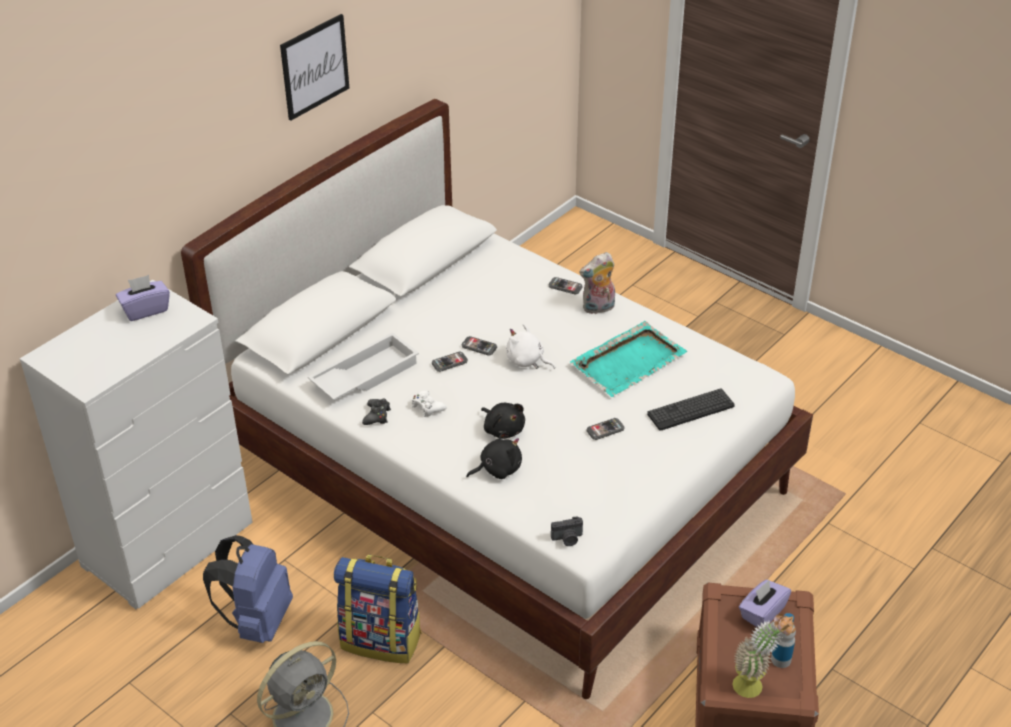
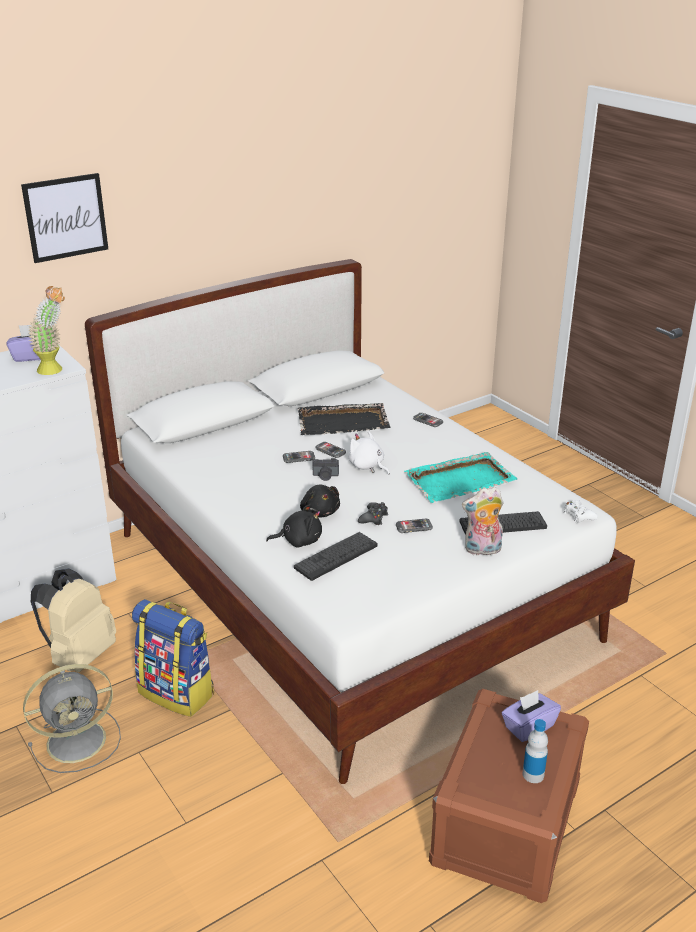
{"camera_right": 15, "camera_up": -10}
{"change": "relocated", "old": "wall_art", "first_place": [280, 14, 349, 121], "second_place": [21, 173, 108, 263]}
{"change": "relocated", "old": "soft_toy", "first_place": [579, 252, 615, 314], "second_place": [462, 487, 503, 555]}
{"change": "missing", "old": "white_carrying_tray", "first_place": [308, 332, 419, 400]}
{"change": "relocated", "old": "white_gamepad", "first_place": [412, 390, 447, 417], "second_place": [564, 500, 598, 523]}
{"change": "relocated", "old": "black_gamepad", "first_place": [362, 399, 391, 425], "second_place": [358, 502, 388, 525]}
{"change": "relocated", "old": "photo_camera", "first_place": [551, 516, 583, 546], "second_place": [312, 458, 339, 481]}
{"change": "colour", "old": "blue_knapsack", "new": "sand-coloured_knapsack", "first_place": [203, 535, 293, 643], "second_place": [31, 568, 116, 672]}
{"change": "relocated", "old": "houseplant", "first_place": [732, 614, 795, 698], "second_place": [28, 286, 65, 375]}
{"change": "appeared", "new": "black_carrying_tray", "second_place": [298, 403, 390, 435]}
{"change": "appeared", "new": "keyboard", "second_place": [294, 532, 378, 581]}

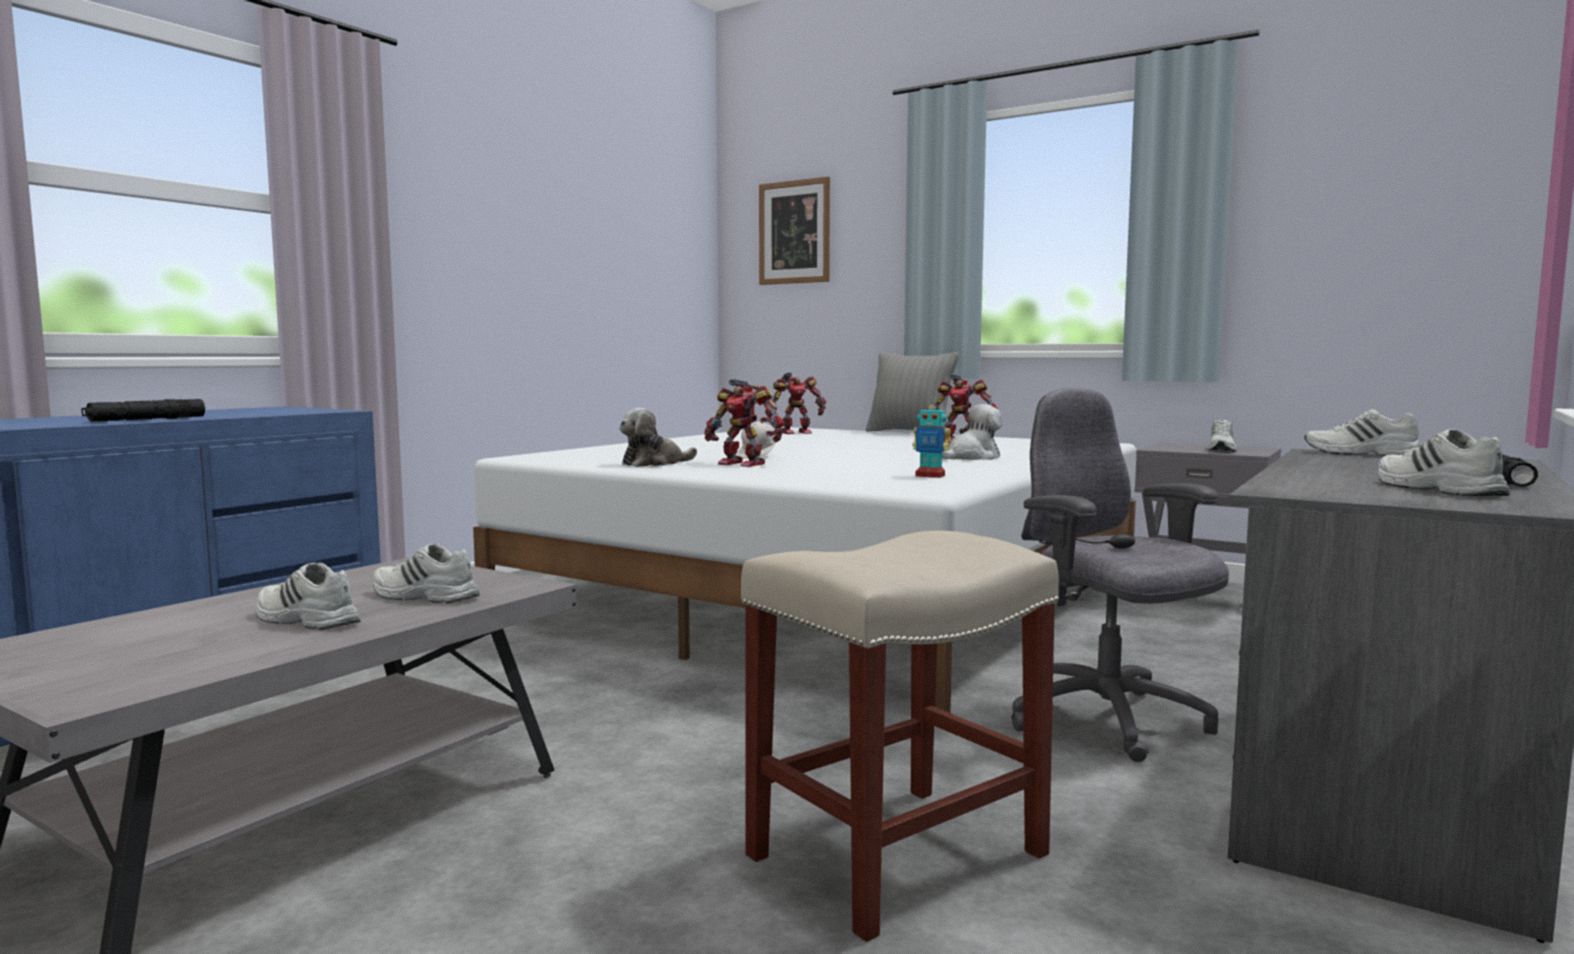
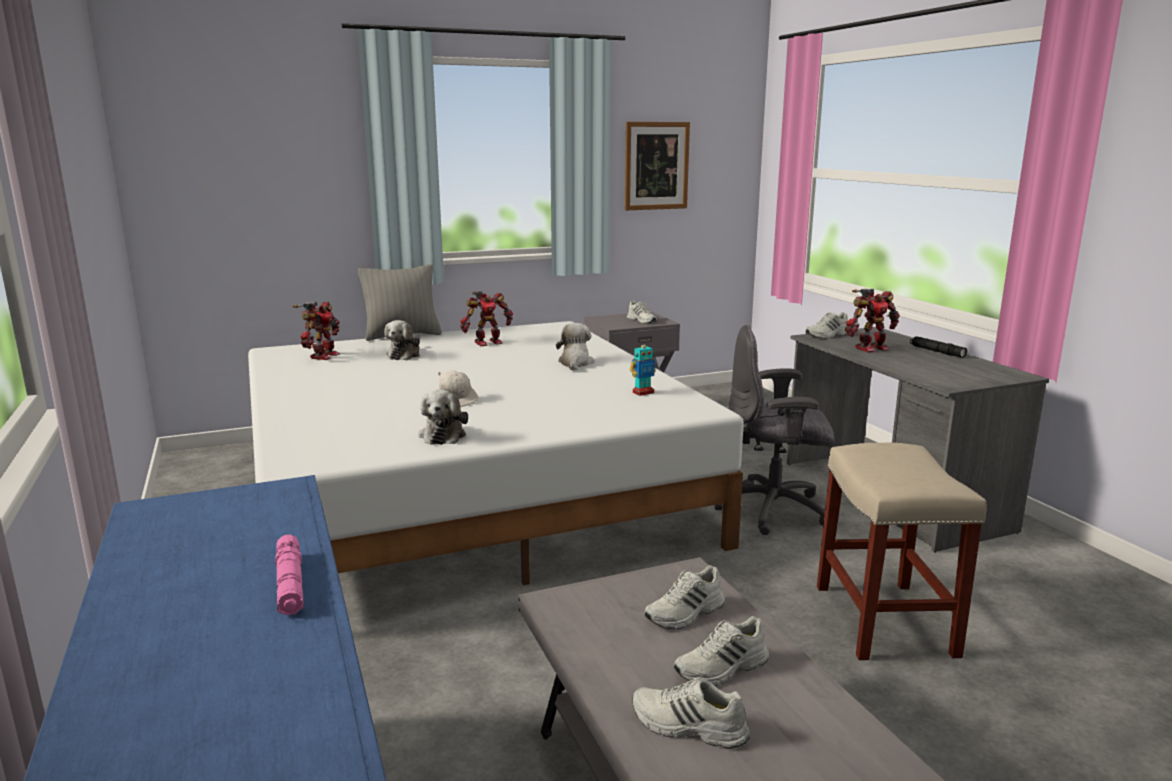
{"camera_right": -55, "camera_up": 10}
{"change": "relocated", "old": "wall_art", "first_place": [759, 177, 830, 285], "second_place": [625, 122, 690, 210]}
{"change": "relocated", "old": "model_robot", "first_place": [704, 379, 784, 467], "second_place": [845, 289, 900, 353]}
{"change": "colour", "old": "black_torch", "new": "pink-coloured_torch", "first_place": [81, 399, 205, 422], "second_place": [275, 535, 304, 615]}
{"change": "relocated", "old": "white_low_shoe", "first_place": [1378, 429, 1510, 496], "second_place": [632, 677, 750, 749]}
{"change": "appeared", "new": "soft_toy", "second_place": [384, 320, 420, 360]}

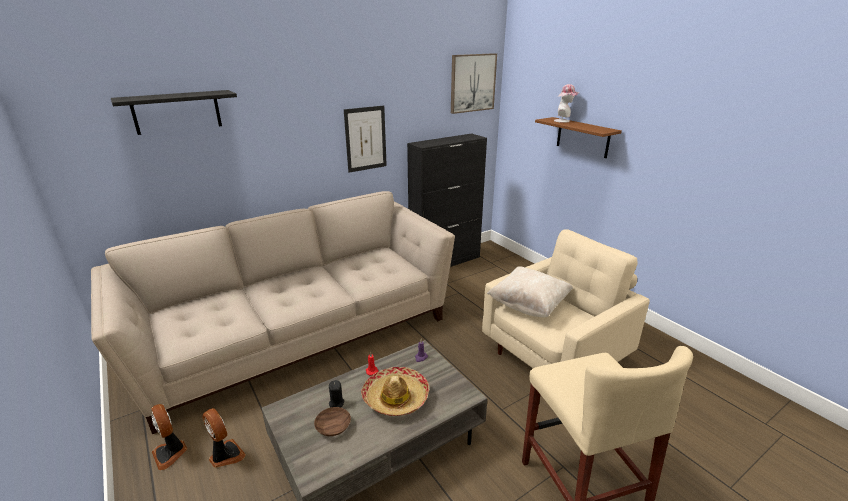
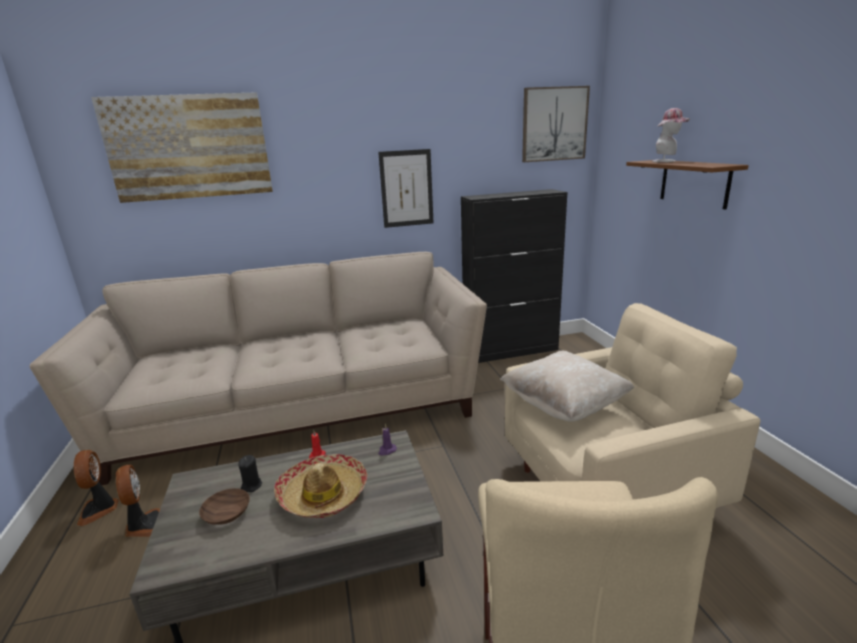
{"camera_right": 20, "camera_up": -5}
{"change": "exchanged", "old": "black_bracket_shelf", "new": "wall_art", "first_place": [111, 90, 237, 135], "second_place": [91, 92, 273, 203]}

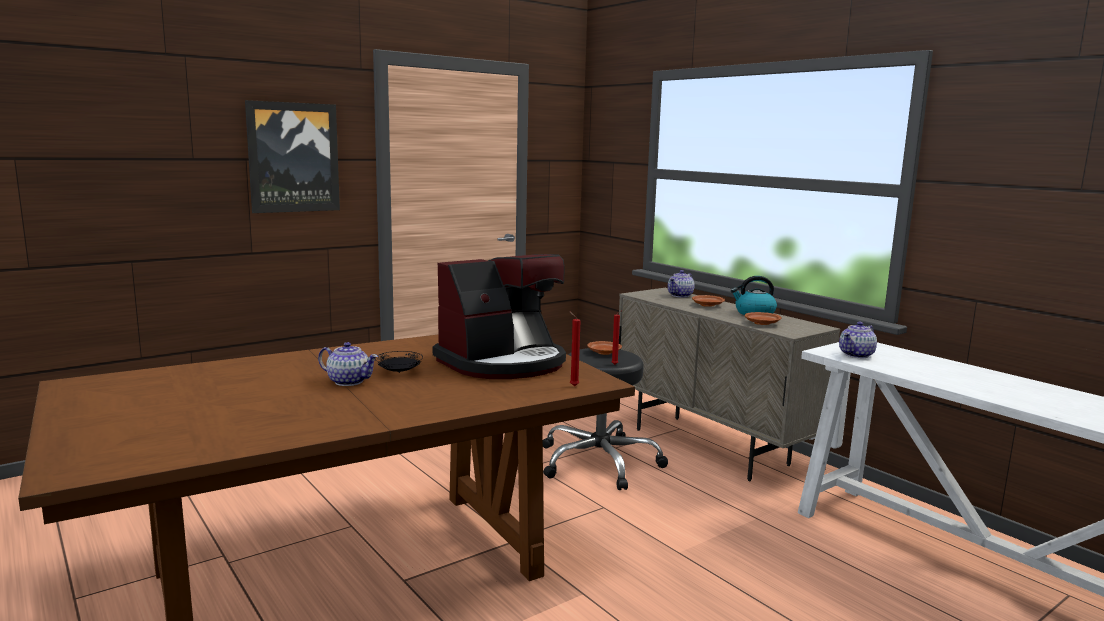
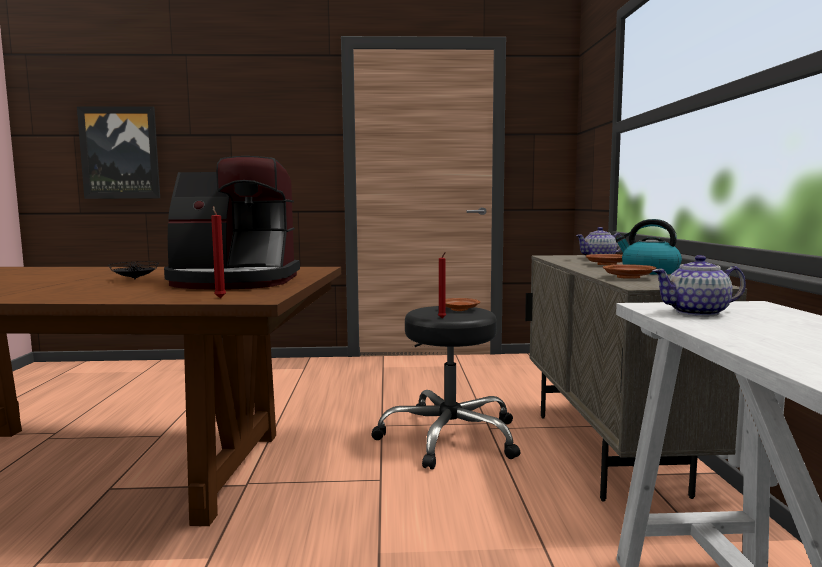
{"camera_right": 35, "camera_up": -5}
{"change": "relocated", "old": "wall_art", "first_place": [245, 100, 340, 213], "second_place": [77, 107, 160, 199]}
{"change": "missing", "old": "teapot", "first_place": [318, 342, 378, 386]}

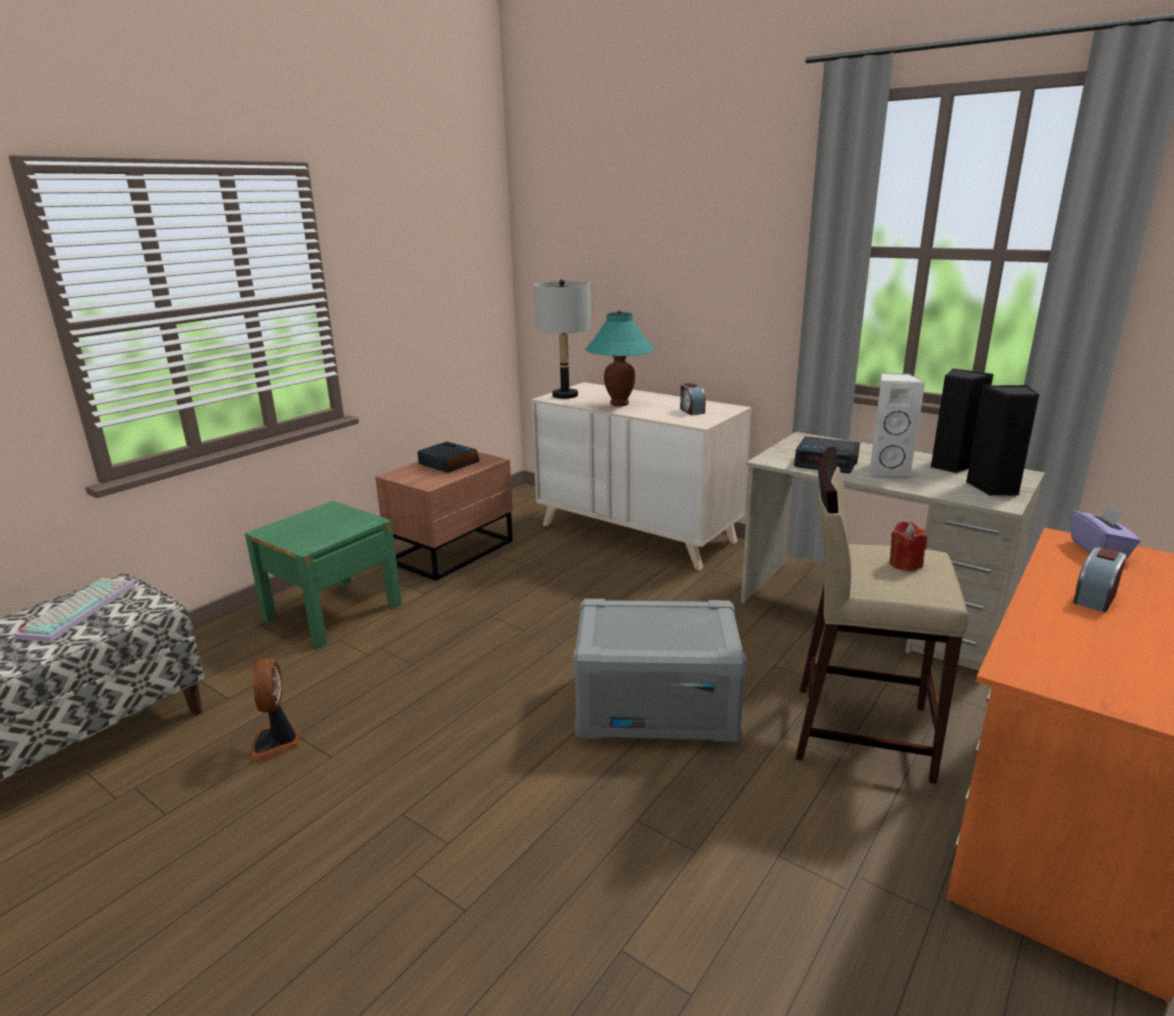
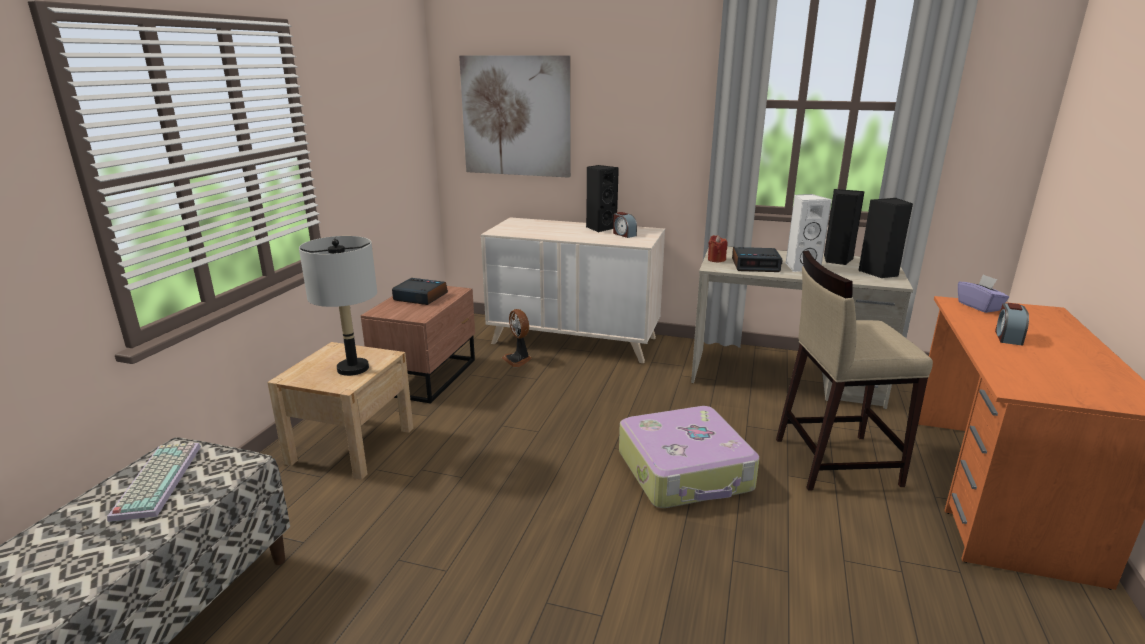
{"camera_right": -20, "camera_up": 0}
{"change": "relocated", "old": "greyish_lamp_for_a_table", "first_place": [534, 279, 591, 399], "second_place": [299, 236, 377, 376]}
{"change": "missing", "old": "turquoise_lamp_for_a_table", "first_place": [585, 310, 655, 406]}
{"change": "colour", "old": "green_bedside_table", "new": "sand-coloured_bedside_table", "first_place": [245, 501, 402, 648], "second_place": [267, 342, 413, 480]}
{"change": "relocated", "old": "red_candle", "first_place": [889, 521, 927, 571], "second_place": [708, 235, 727, 262]}
{"change": "exchanged", "old": "greyish_storage_container", "new": "piece_of_luggage", "first_place": [573, 599, 747, 742], "second_place": [619, 406, 760, 508]}
{"change": "relocated", "old": "electric_fan", "first_place": [248, 658, 301, 763], "second_place": [502, 309, 532, 367]}
{"change": "appeared", "new": "wall_art", "second_place": [459, 55, 571, 178]}
{"change": "appeared", "new": "black_loudspeaker", "second_place": [586, 165, 619, 232]}

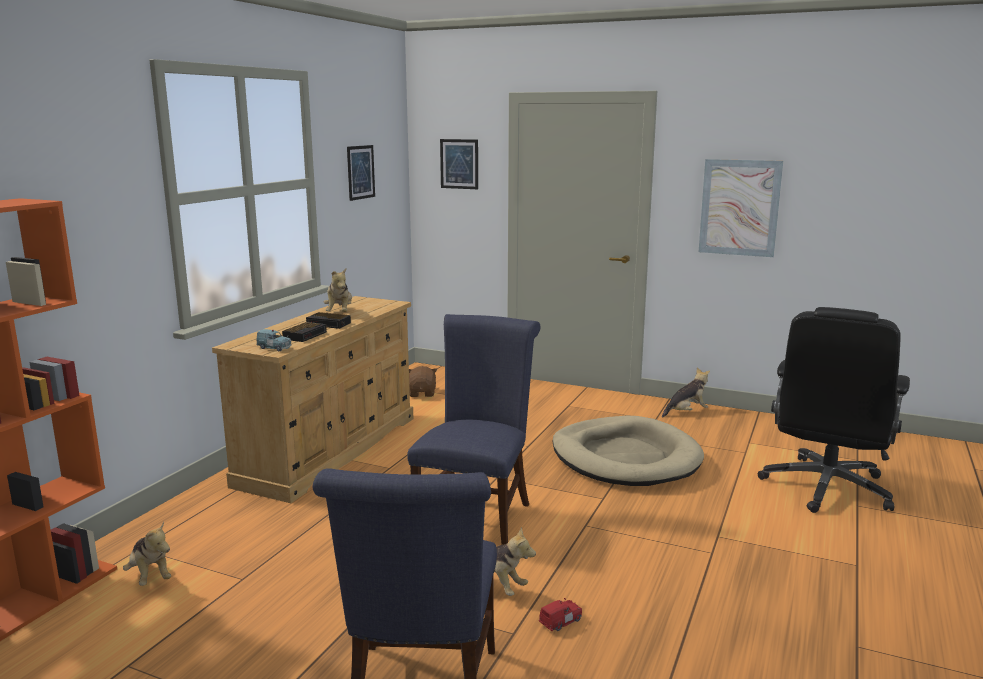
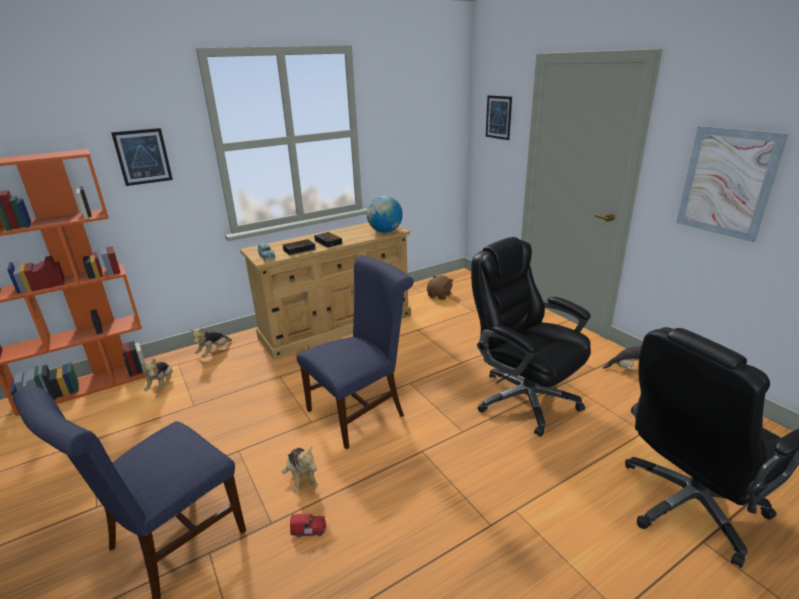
{"camera_right": 35, "camera_up": 10}
{"change": "relocated", "old": "wall_art", "first_place": [347, 145, 375, 201], "second_place": [111, 128, 173, 186]}
{"change": "relocated", "old": "soft_toy", "first_place": [324, 268, 352, 312], "second_place": [190, 328, 231, 358]}
{"change": "exchanged", "old": "sand-coloured_dog_cushion", "new": "black_computer_chair", "first_place": [552, 416, 704, 486], "second_place": [471, 237, 591, 437]}
{"change": "appeared", "new": "world_globe", "second_place": [367, 196, 403, 233]}

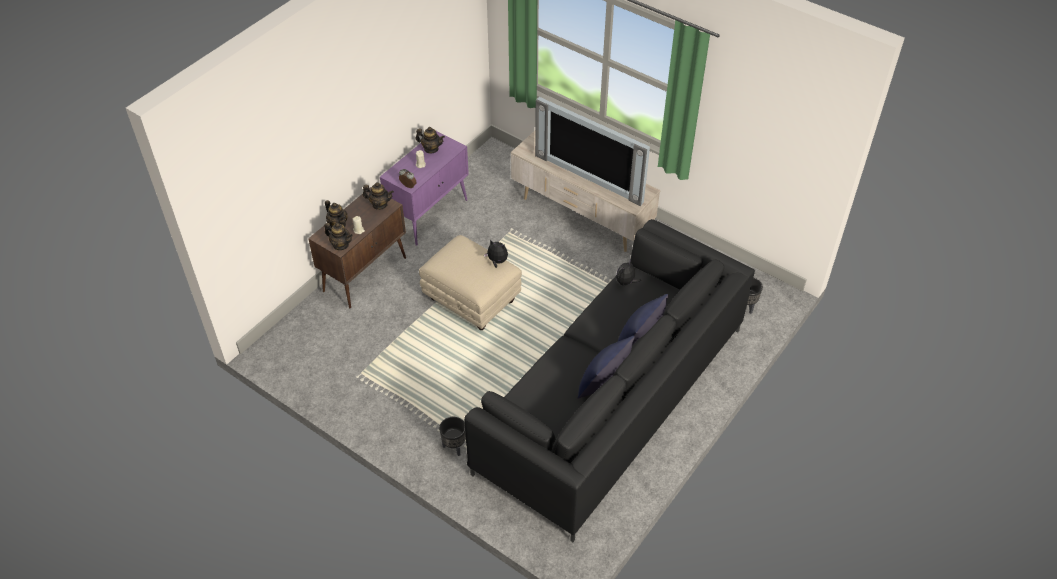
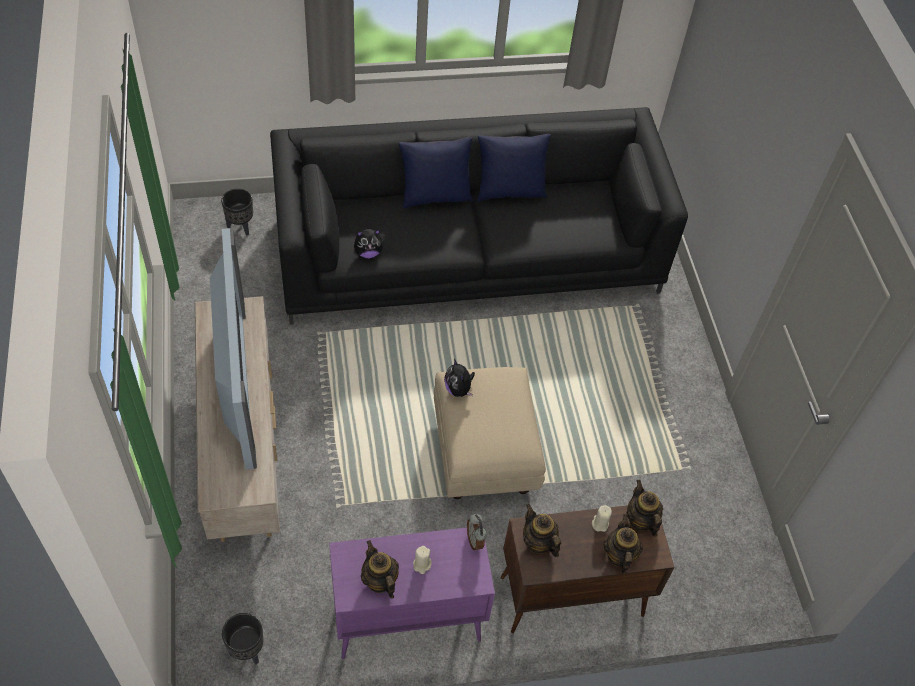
{"camera_right": -140, "camera_up": 5}
{"change": "relocated", "old": "black_flower_pot", "first_place": [439, 417, 466, 456], "second_place": [222, 613, 263, 665]}

